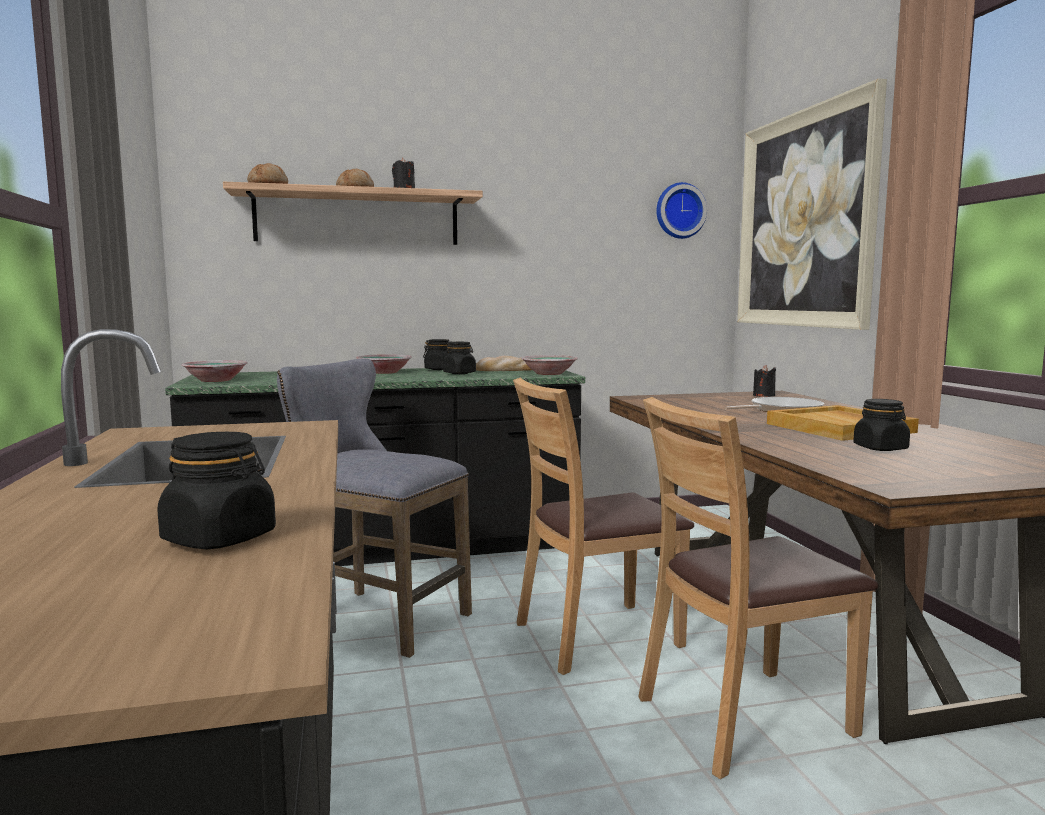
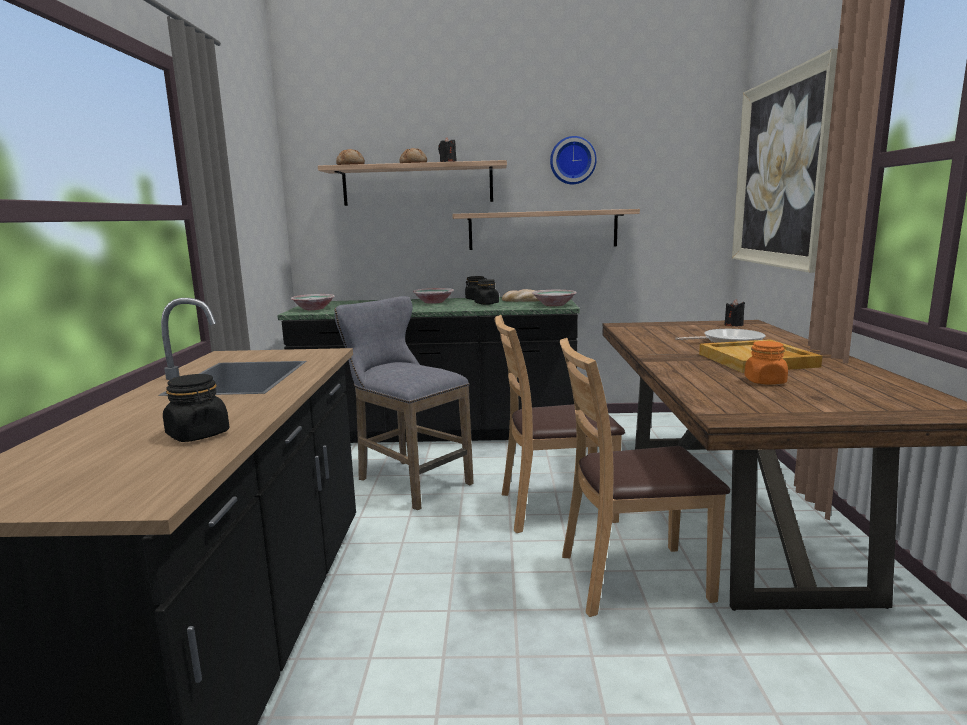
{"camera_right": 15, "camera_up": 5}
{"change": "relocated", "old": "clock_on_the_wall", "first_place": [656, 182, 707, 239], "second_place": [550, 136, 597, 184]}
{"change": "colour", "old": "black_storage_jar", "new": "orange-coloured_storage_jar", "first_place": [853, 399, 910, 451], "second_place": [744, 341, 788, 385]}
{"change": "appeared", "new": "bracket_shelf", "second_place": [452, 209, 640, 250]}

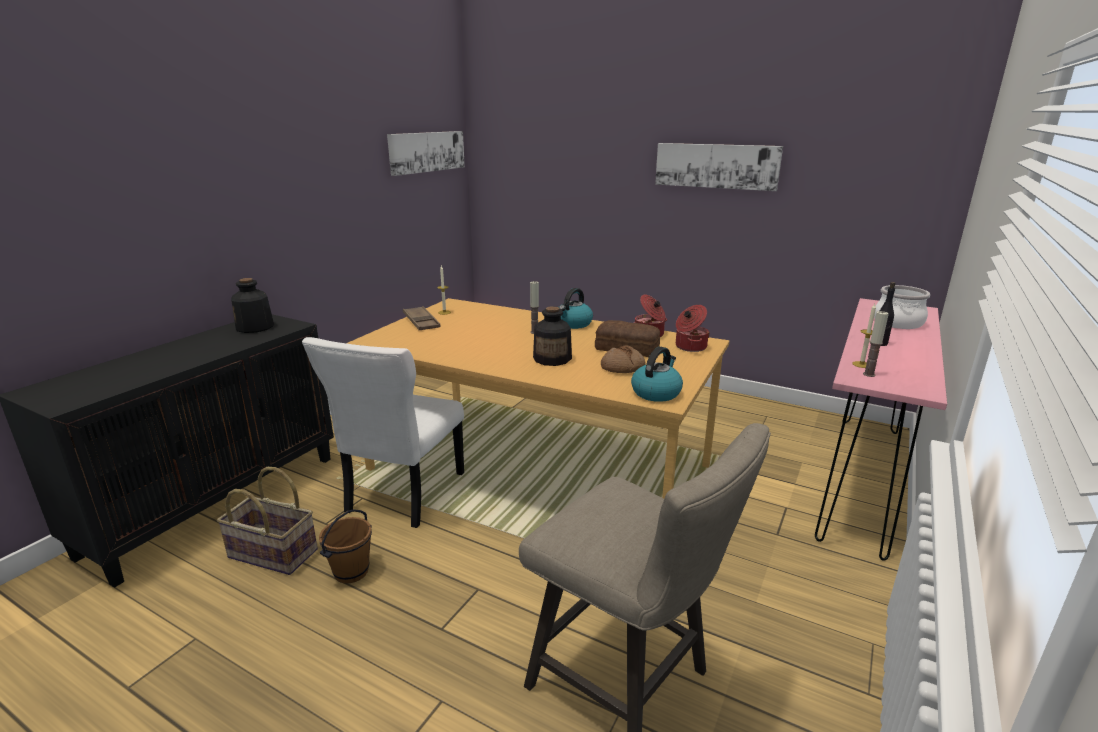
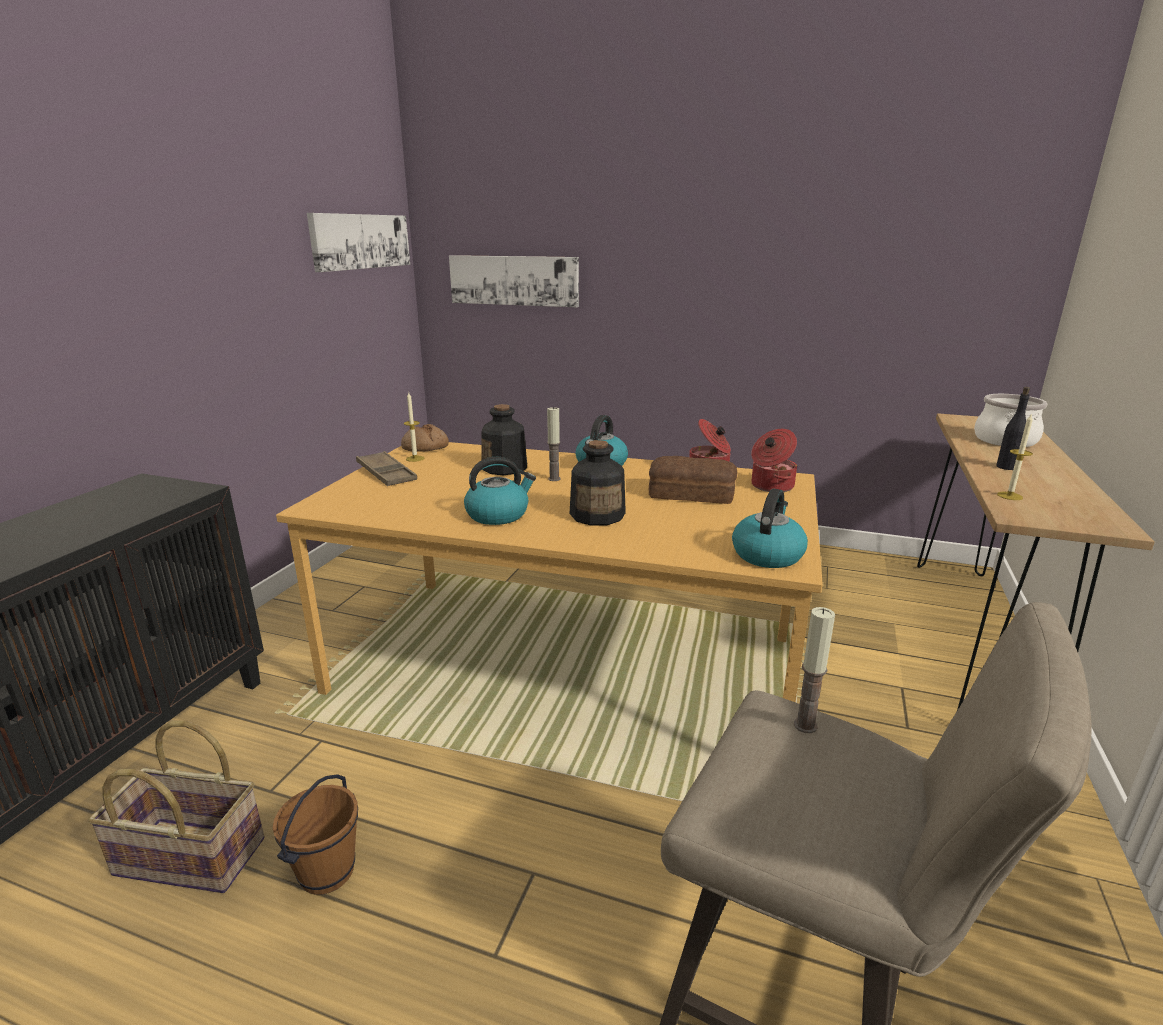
{"camera_right": -10, "camera_up": 0}
{"change": "relocated", "old": "wall_art", "first_place": [655, 143, 783, 191], "second_place": [449, 255, 579, 307]}
{"change": "relocated", "old": "bottle", "first_place": [231, 278, 274, 333], "second_place": [481, 404, 527, 475]}
{"change": "colour", "old": "pink-coloured_console_table", "new": "brown_console_table", "first_place": [815, 298, 947, 561], "second_place": [917, 413, 1155, 710]}
{"change": "relocated", "old": "candle", "first_place": [863, 311, 889, 377], "second_place": [794, 607, 835, 733]}
{"change": "missing", "old": "white_upright_chair", "first_place": [302, 337, 464, 528]}
{"change": "relocated", "old": "baked_bread", "first_place": [601, 345, 646, 373], "second_place": [401, 424, 449, 452]}
{"change": "appeared", "new": "kettle", "second_place": [464, 457, 536, 525]}

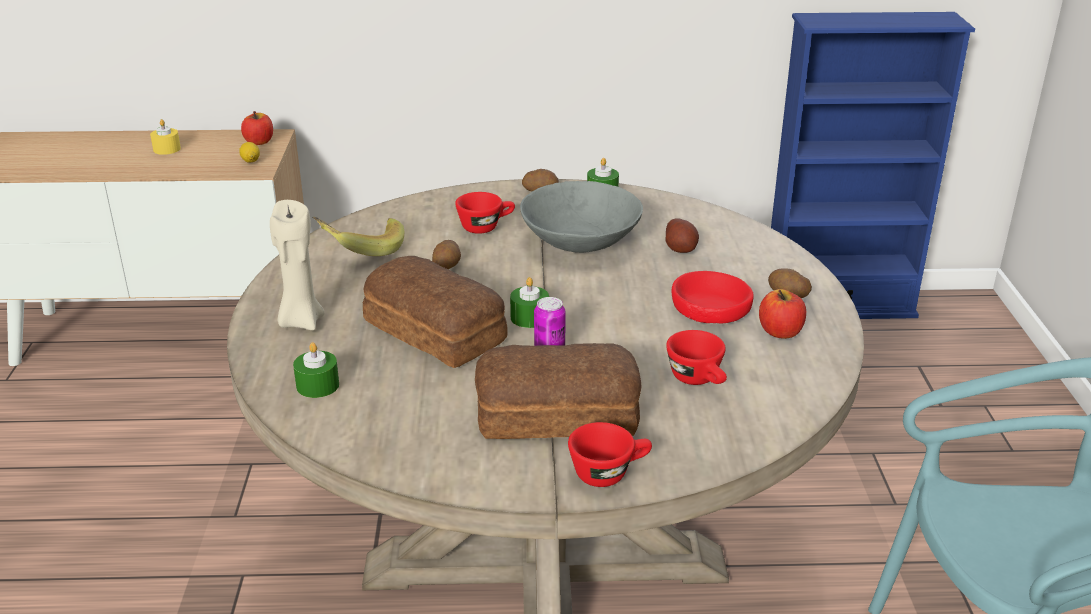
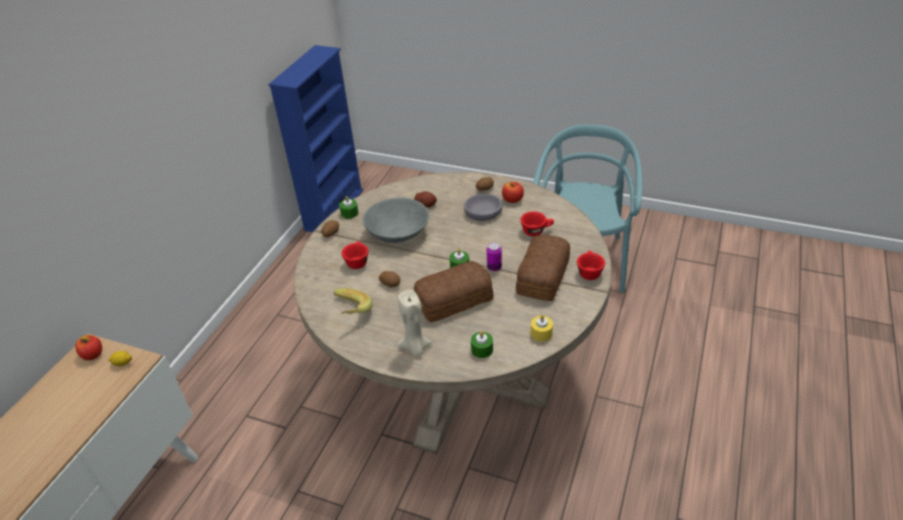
{"camera_right": -65, "camera_up": 10}
{"change": "relocated", "old": "yellow-coloured_candle", "first_place": [150, 119, 181, 155], "second_place": [531, 315, 553, 342]}
{"change": "colour", "old": "red_serving_bowl", "new": "greyish_serving_bowl", "first_place": [671, 271, 754, 324], "second_place": [464, 194, 502, 221]}

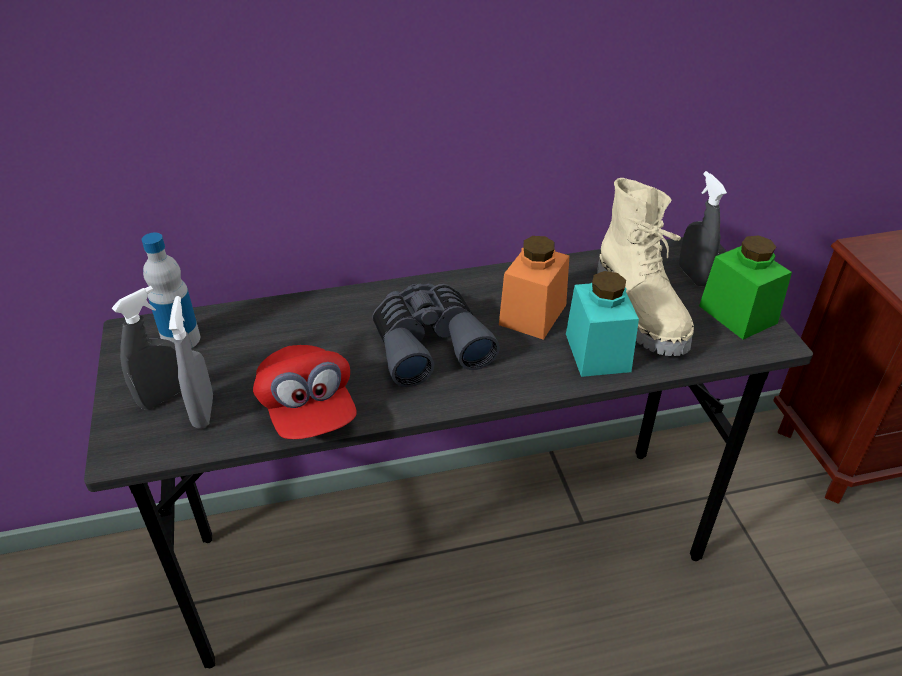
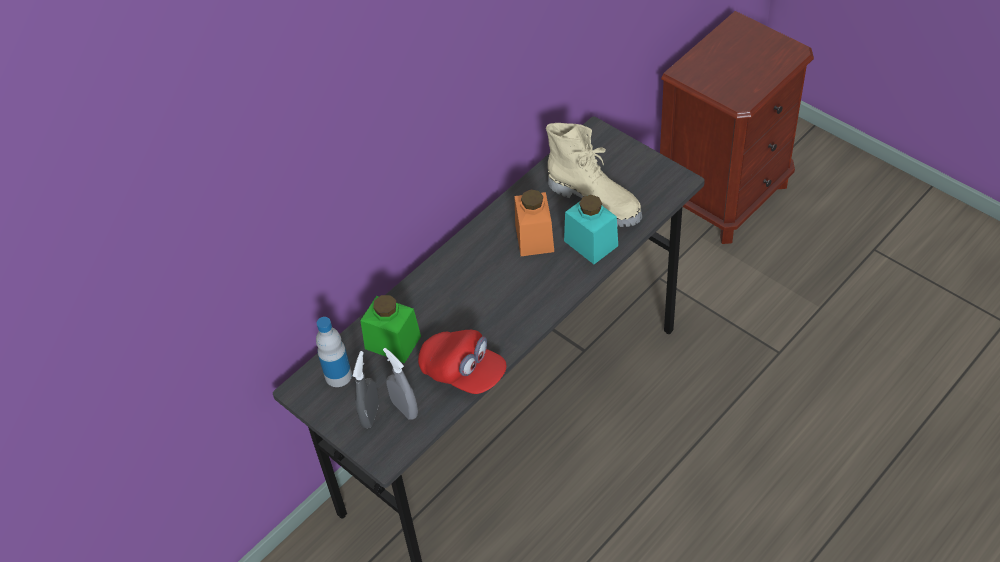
{"camera_right": -30, "camera_up": 10}
{"change": "missing", "old": "greyish_sprayer", "first_place": [679, 171, 727, 287]}
{"change": "relocated", "old": "green_storage_jar", "first_place": [699, 236, 792, 340], "second_place": [360, 295, 421, 363]}
{"change": "missing", "old": "greyish_binoculars", "first_place": [373, 283, 500, 387]}

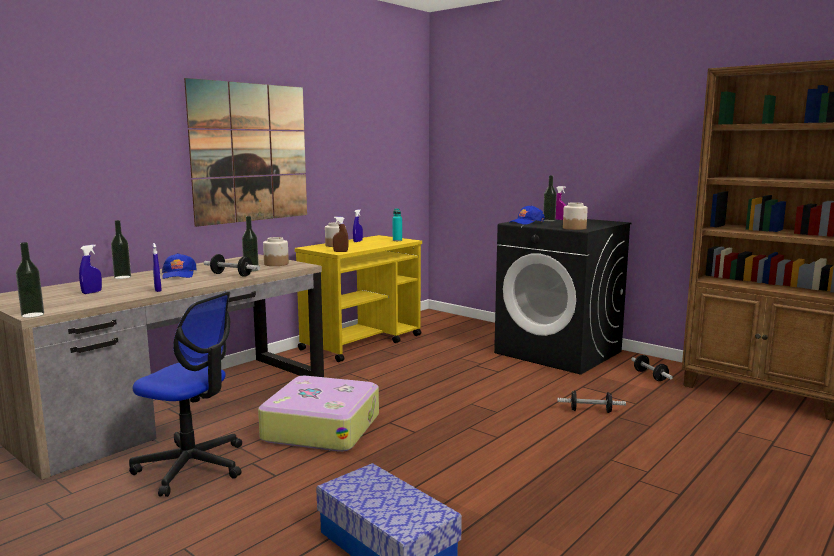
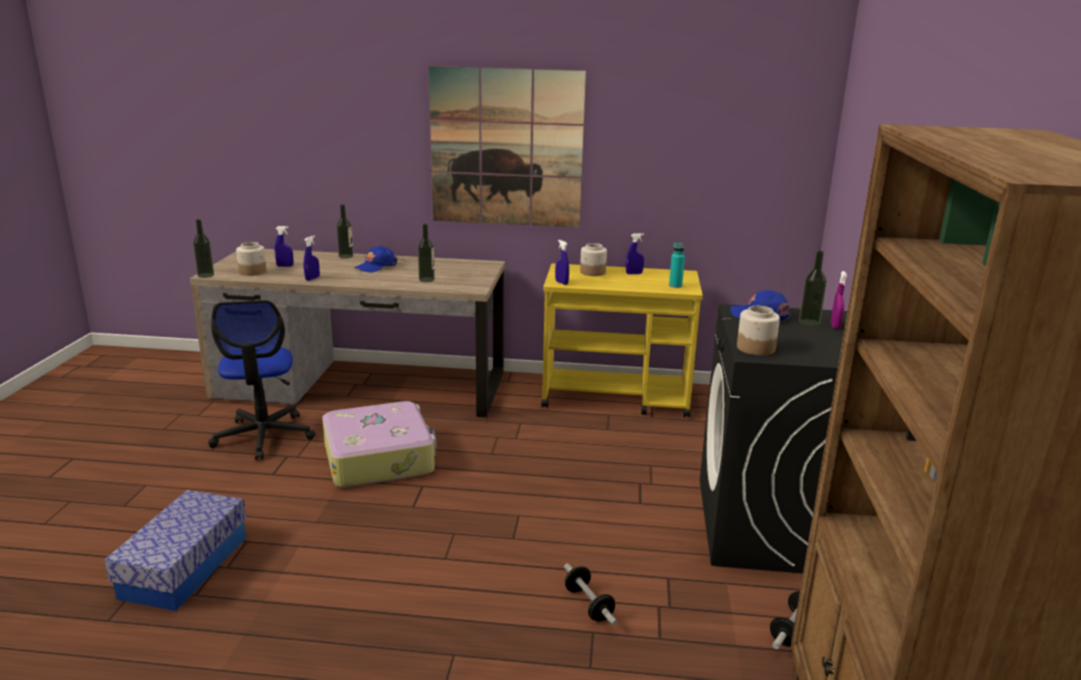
{"camera_right": 55, "camera_up": 10}
{"change": "colour", "old": "brown_sprayer", "new": "blue_sprayer", "first_place": [333, 217, 348, 252], "second_place": [555, 240, 569, 285]}
{"change": "relocated", "old": "storage_jar", "first_place": [263, 237, 289, 266], "second_place": [236, 242, 266, 276]}
{"change": "missing", "old": "hand_weight", "first_place": [204, 254, 260, 277]}

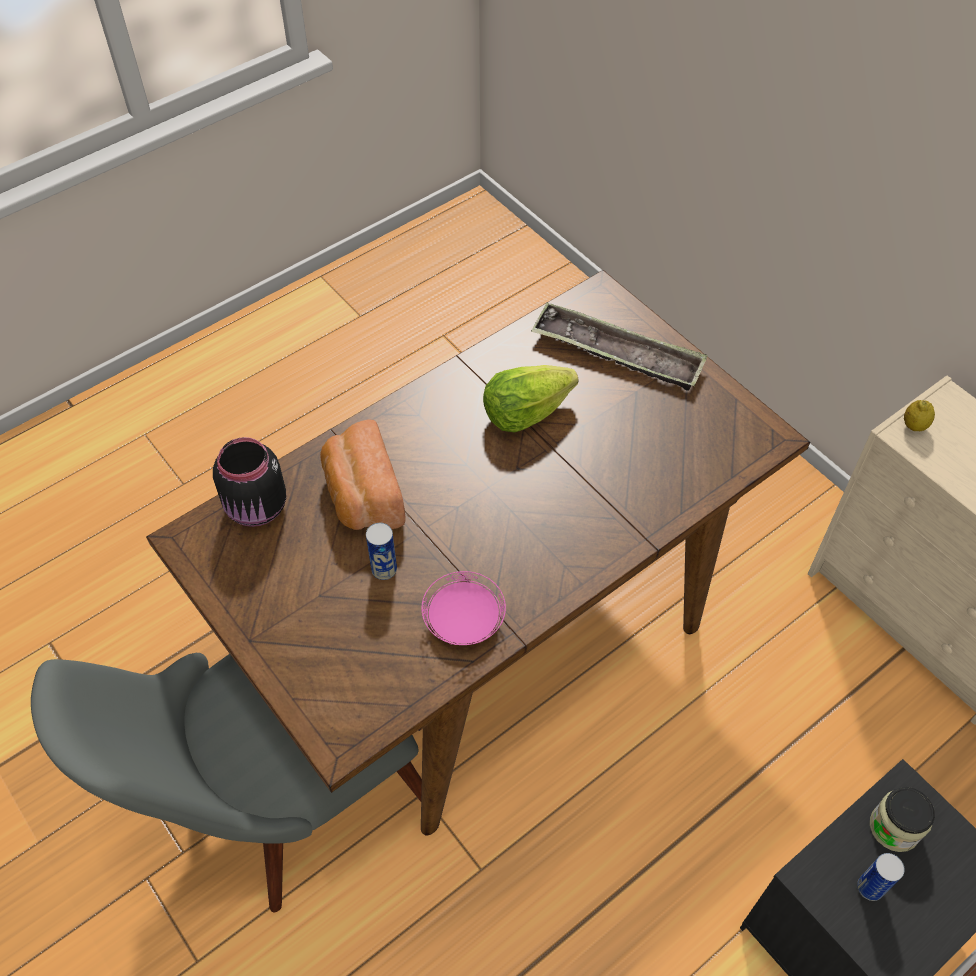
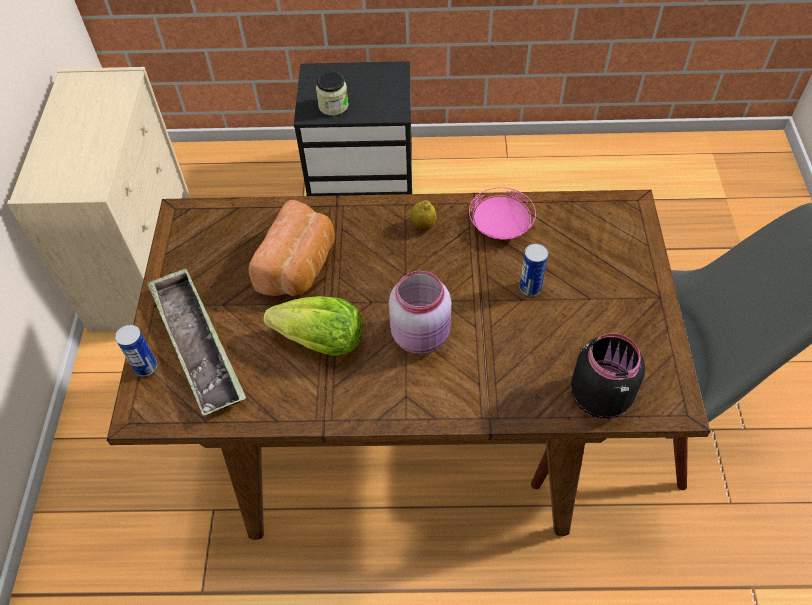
{"camera_right": -140, "camera_up": 0}
{"change": "relocated", "old": "whole_lemon", "first_place": [904, 400, 935, 431], "second_place": [410, 200, 436, 230]}
{"change": "relocated", "old": "baked_bread", "first_place": [320, 420, 406, 530], "second_place": [248, 200, 335, 296]}
{"change": "relocated", "old": "metal_can", "first_place": [857, 853, 905, 901], "second_place": [115, 324, 157, 377]}
{"change": "appeared", "new": "pink-coloured_storage_jar", "second_place": [389, 271, 451, 354]}

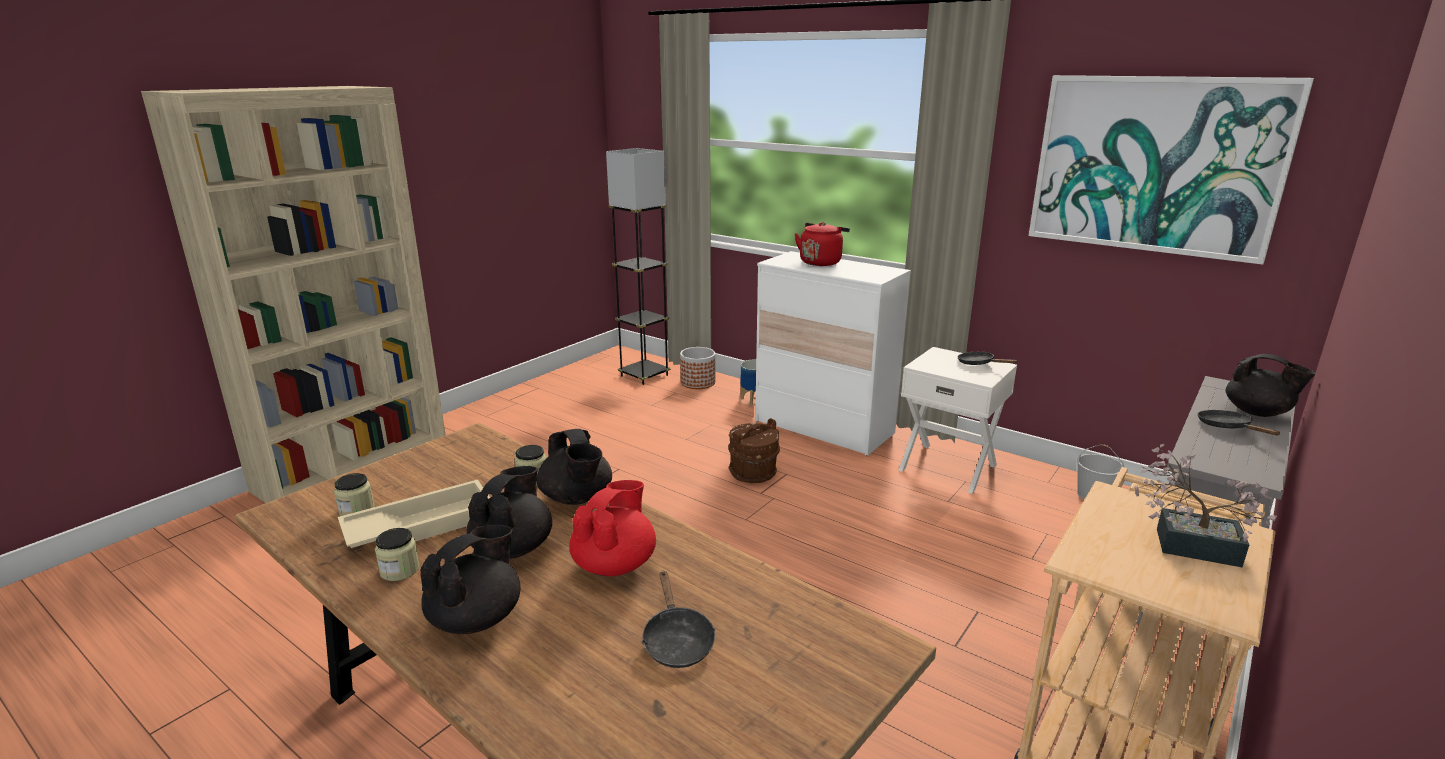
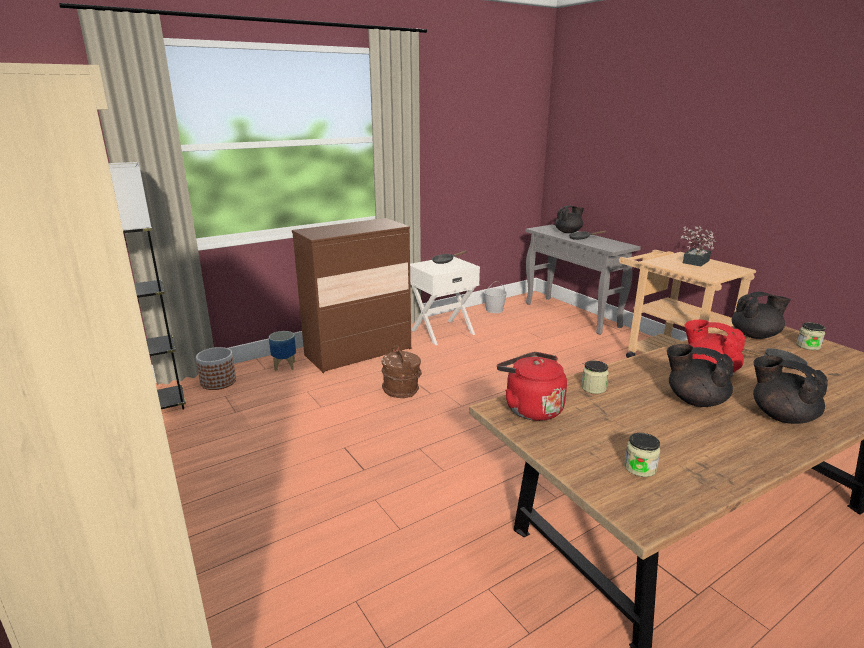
{"camera_right": -70, "camera_up": 0}
{"change": "missing", "old": "wall_art", "first_place": [1029, 75, 1314, 265]}
{"change": "relocated", "old": "red_kettle", "first_place": [795, 222, 850, 266], "second_place": [497, 352, 567, 421]}
{"change": "colour", "old": "white_chest_of_drawers", "new": "brown_chest_of_drawers", "first_place": [755, 251, 911, 456], "second_place": [292, 218, 411, 373]}
{"change": "relocated", "old": "black_teapot", "first_place": [536, 429, 612, 505], "second_place": [732, 292, 791, 339]}
{"change": "missing", "old": "sand-coloured_carrying_tray", "first_place": [338, 480, 490, 548]}
{"change": "relocated", "old": "storage_jar", "first_place": [375, 528, 420, 581], "second_place": [796, 322, 825, 350]}

